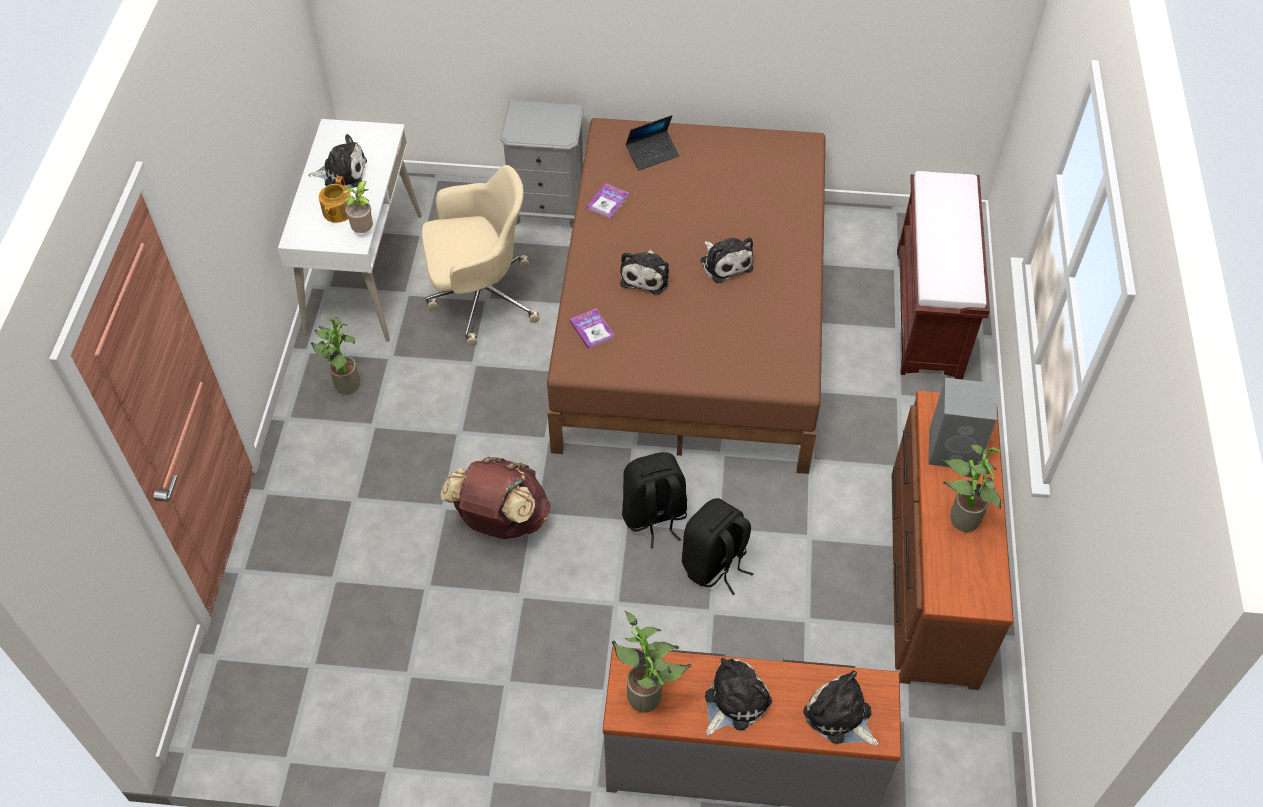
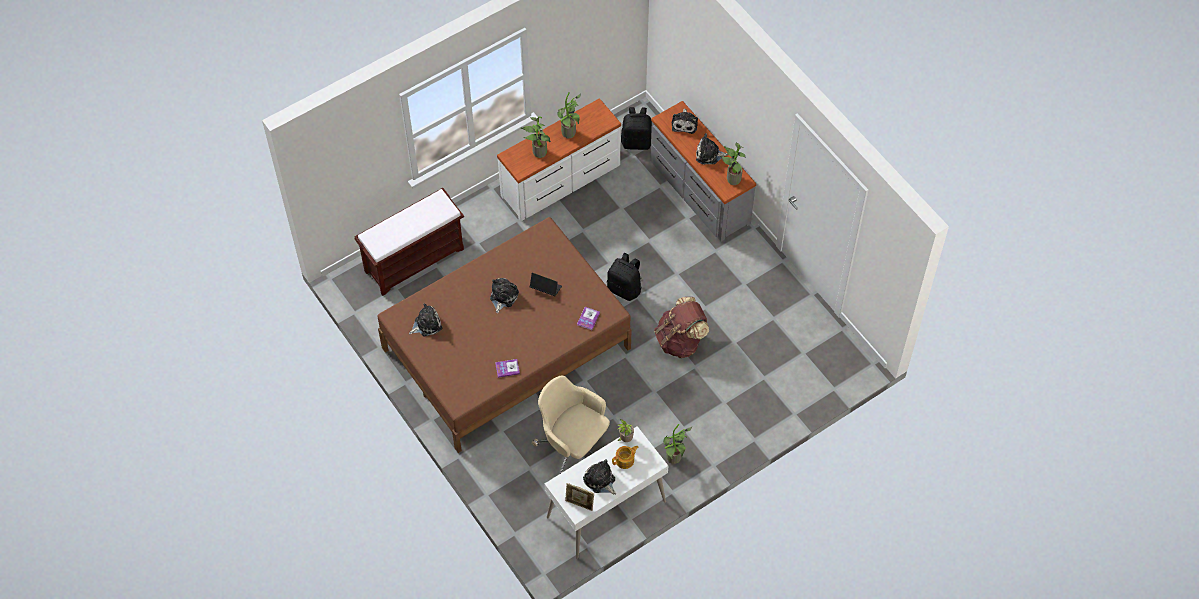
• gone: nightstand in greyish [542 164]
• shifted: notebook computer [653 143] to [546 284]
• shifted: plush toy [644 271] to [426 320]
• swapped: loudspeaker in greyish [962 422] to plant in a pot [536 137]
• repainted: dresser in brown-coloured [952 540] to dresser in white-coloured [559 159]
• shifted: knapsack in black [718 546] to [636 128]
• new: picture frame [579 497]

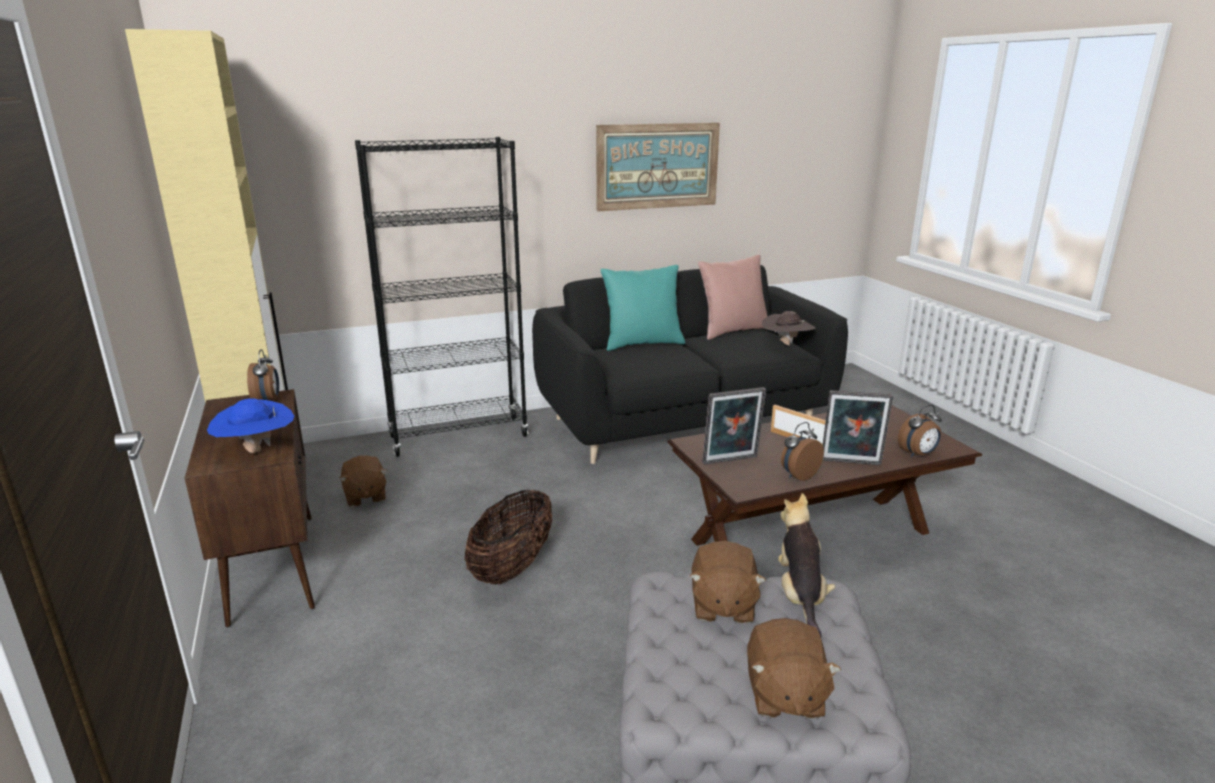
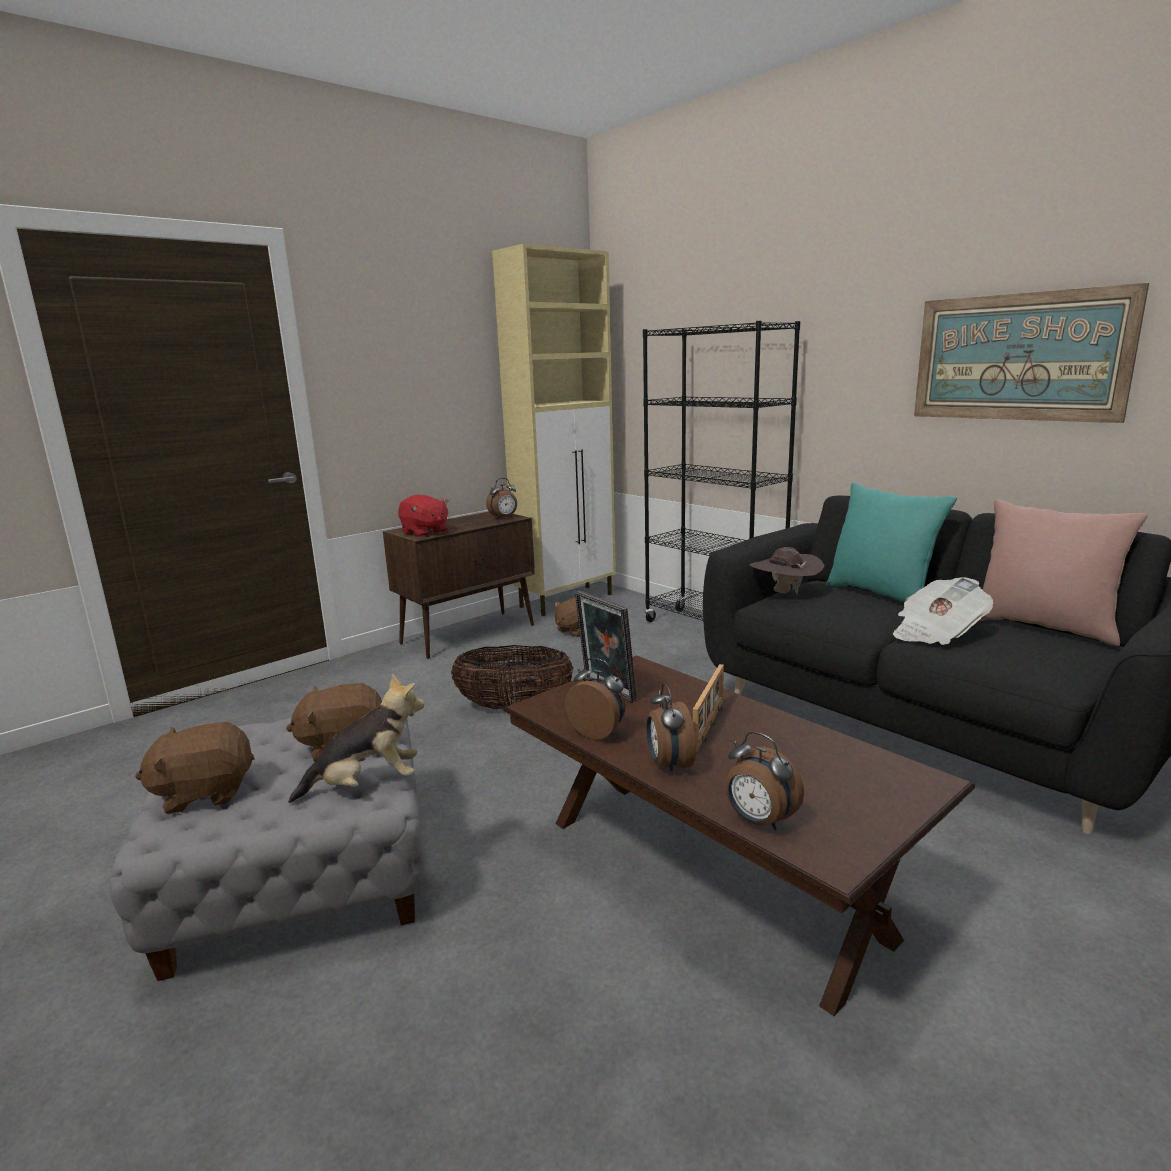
• shifted: clothing hat in brown-coloured [789 328] to [787 570]
• swapped: picture frame [858 427] to bedside clock [671 728]
• swapped: clothing hat in bluish [251 425] to plush toy in red-coloured [423 516]
• new: newspaper [943 611]

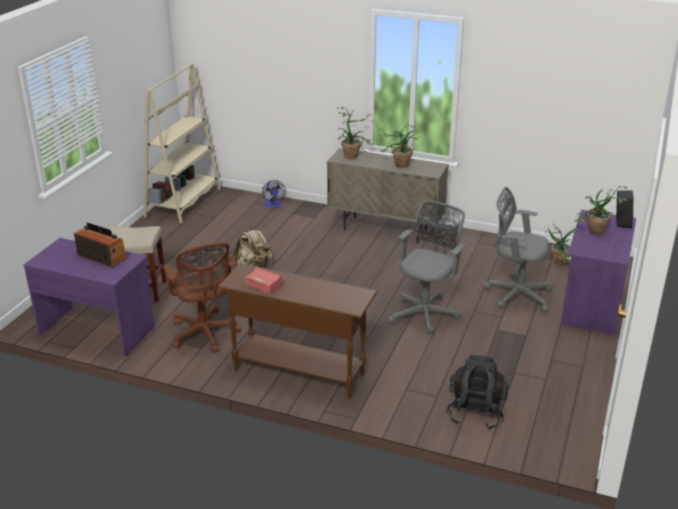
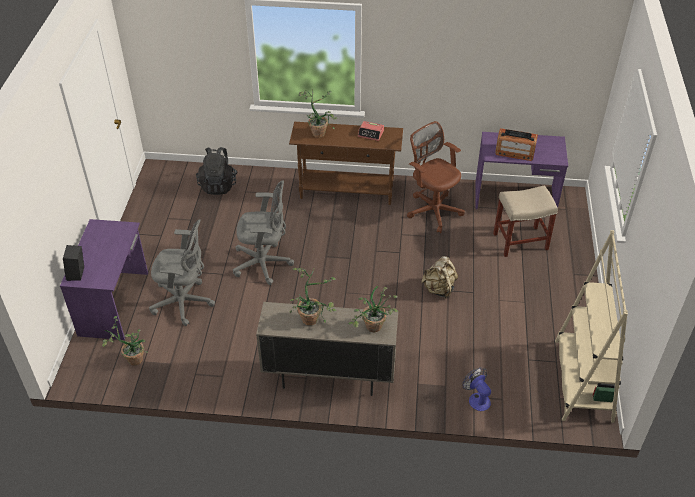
• shifted: plant in a pot [601 210] to [318 113]
• rotated: office chair in greyish [427 267] = [263 232] 105 degrees counterclockwise

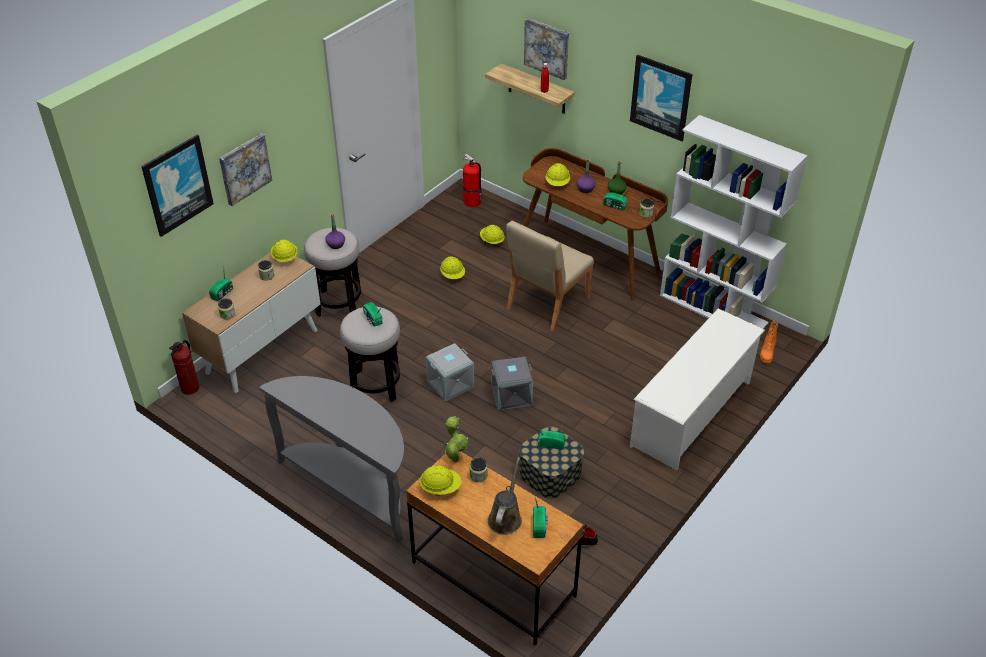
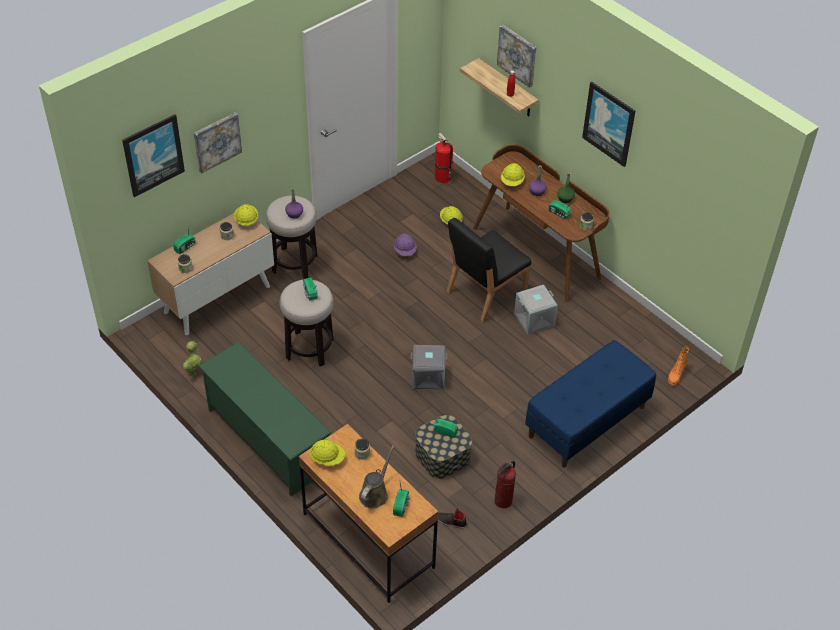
• gone: bookshelf in white-coloured [733 222]
• repainted: chair in beige [550 276] to chair in black [488 270]
• repainted: safety helmet in yellow-coloured [452 267] to safety helmet in purple-coloured [405 244]
• swapped: shoe shelf in white-coloured [697 389] to long seat in bluish [590 404]
• shifted: extinguisher [184 367] to [505 484]
• shifted: storage container in greyish [450 372] to [536 310]
• swapped: narrow table in greyish [331 460] to shoe shelf in greenish [265 419]
• shifted: plant in a pot [457 439] to [192 358]

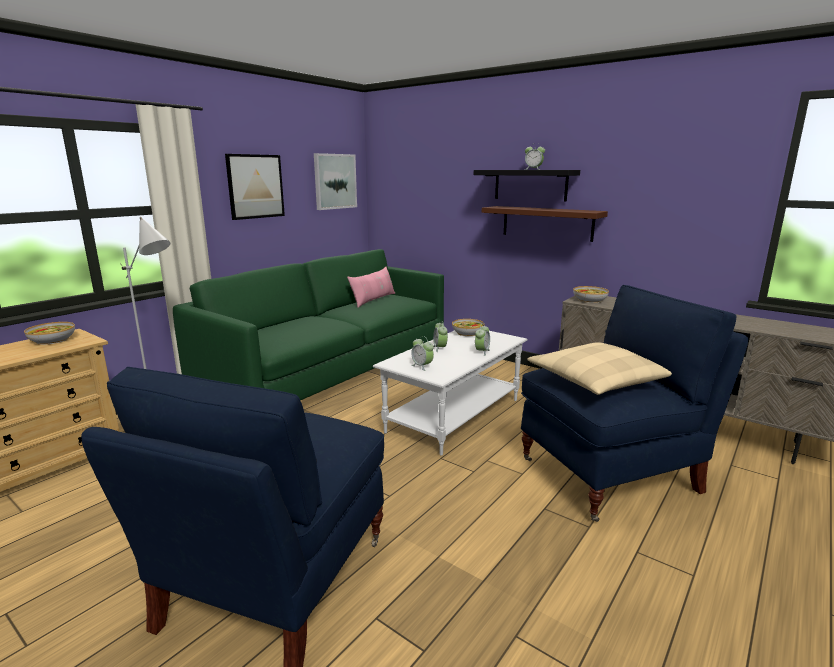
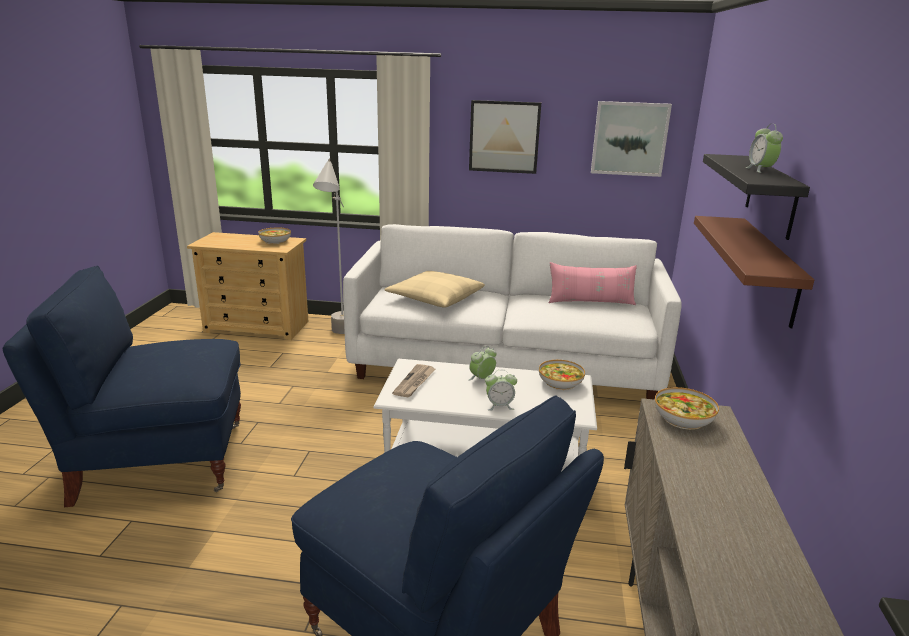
• repainted: couch in greenish [308 324] to couch in white-coloured [512 312]
• swapped: bedside clock [422 353] to newspaper [413 380]
• shifted: pillow in beige [599 368] to [435 289]

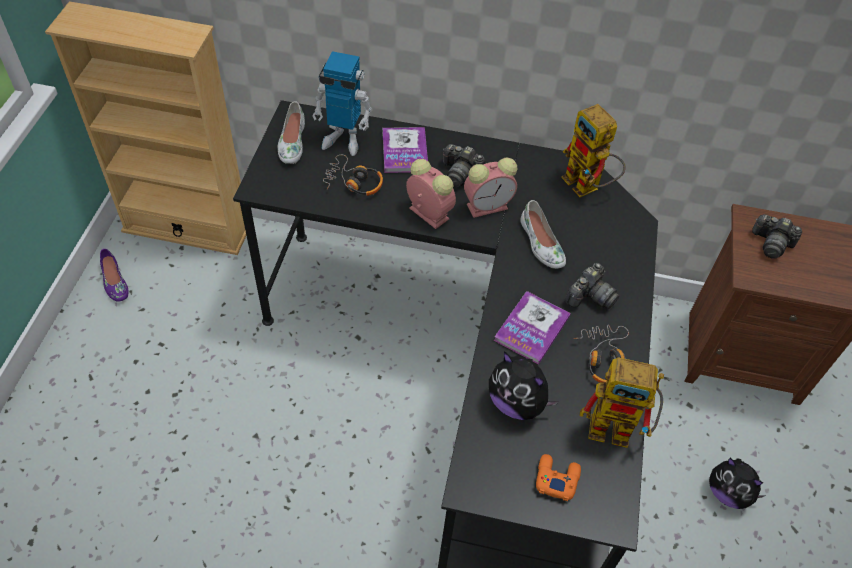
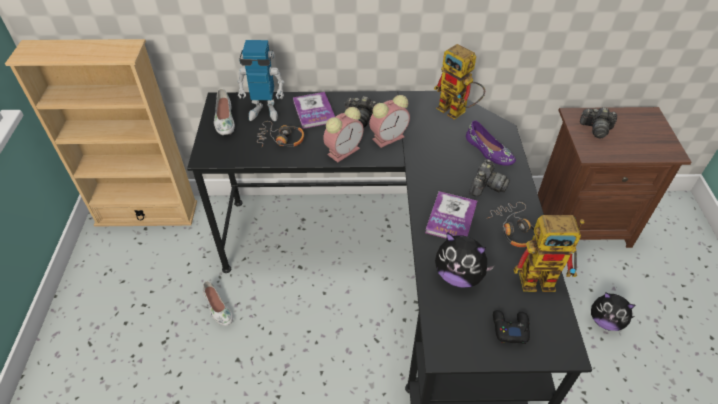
• rotated: bedside clock [431 194] = [343 135] 105 degrees clockwise
• shifted: item of footwear in white-coloured [543 234] to [218 303]
• shifted: item of footwear in purple-coloured [114 275] to [491 143]
• repainted: gamepad in orange [558 477] to gamepad in black [511 327]

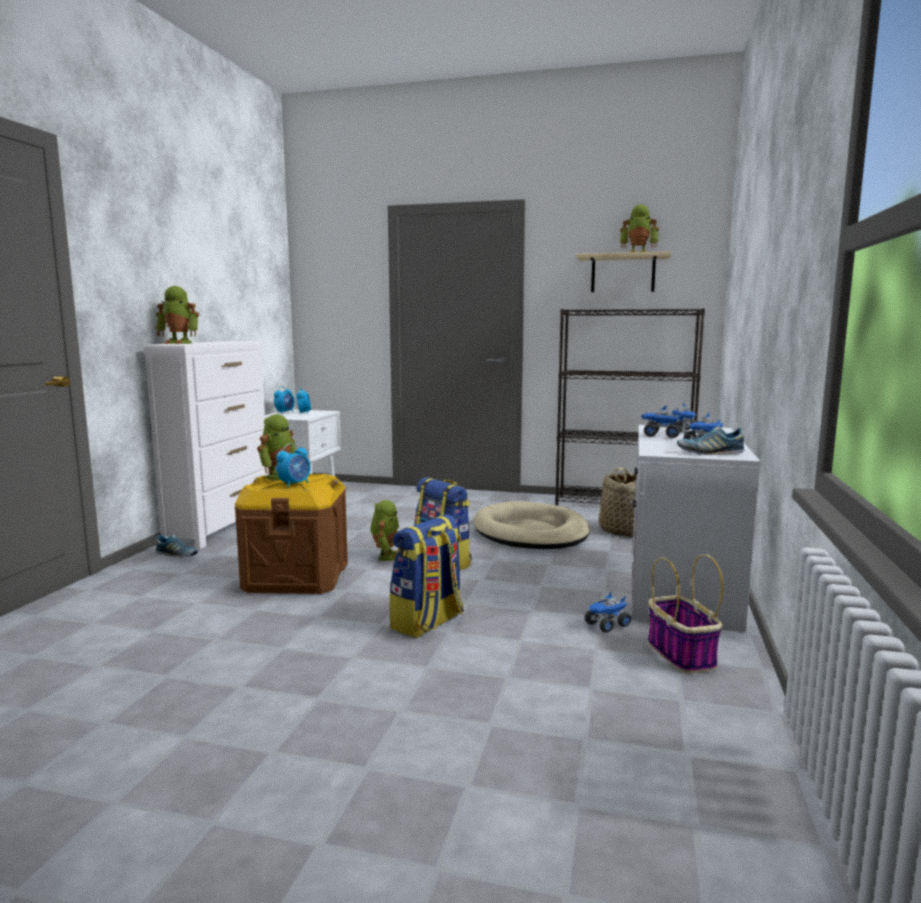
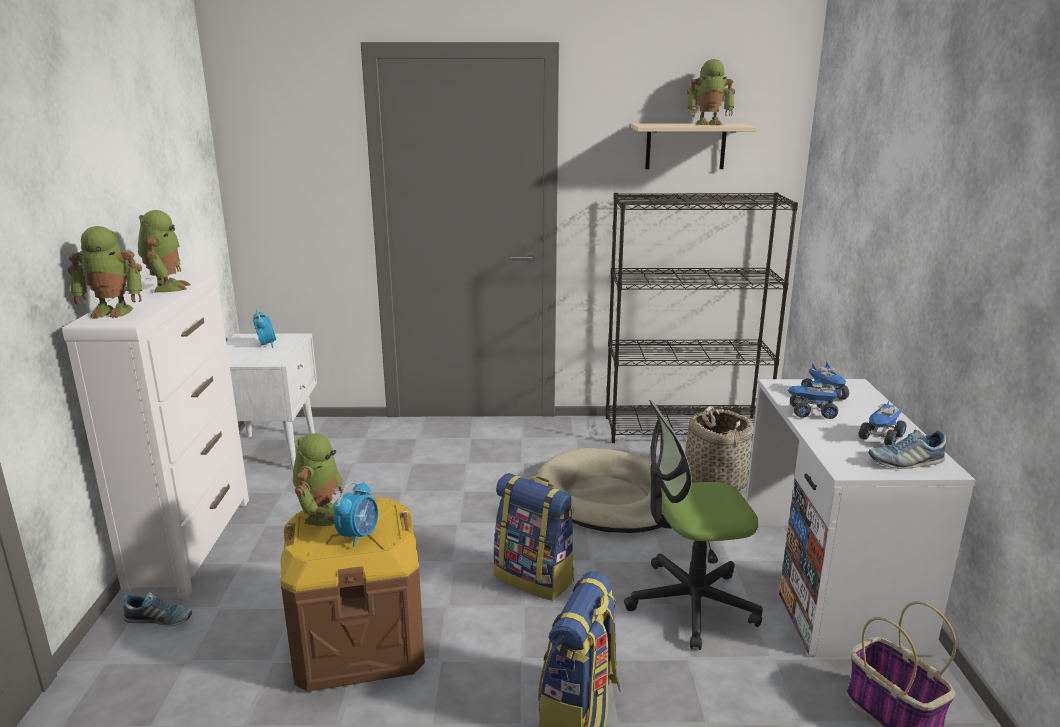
• gone: bedside clock [284 400]
• shifted: model robot [384 530] to [164 251]
• gone: model truck [608 612]
• new: office chair [693 525]

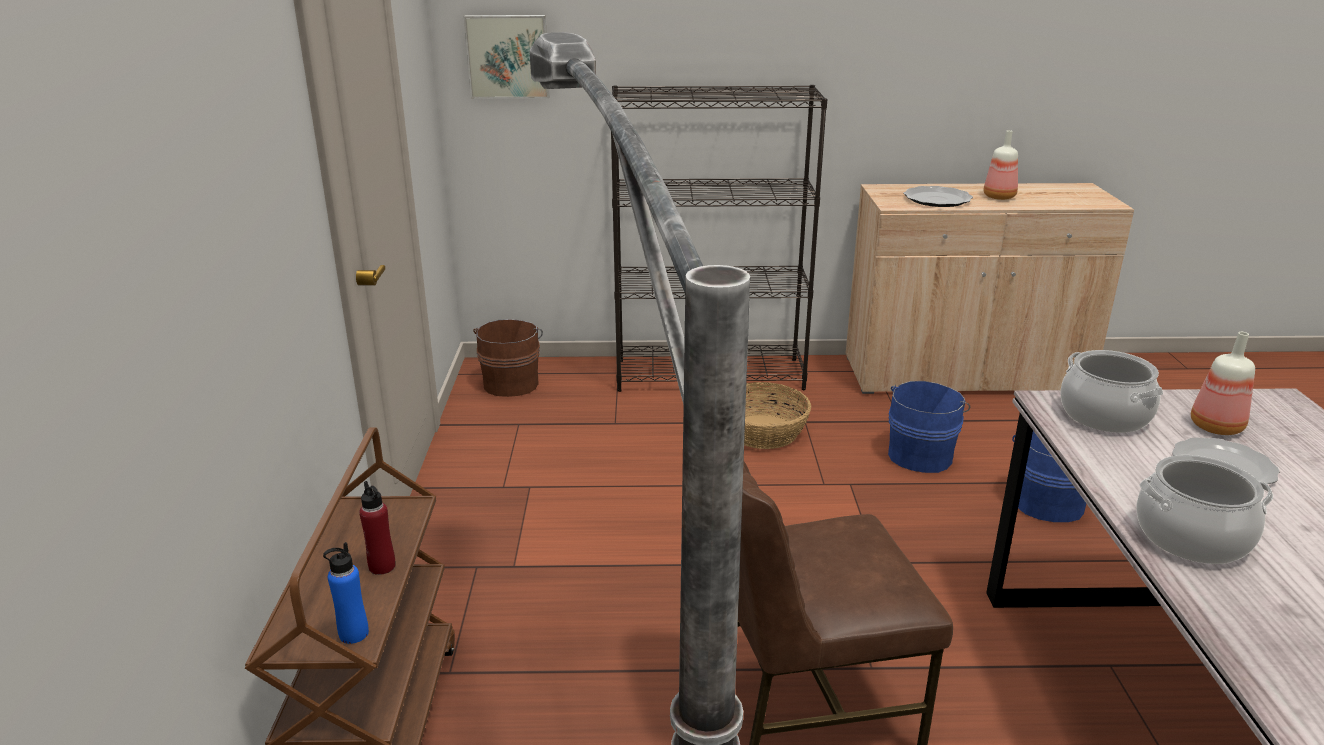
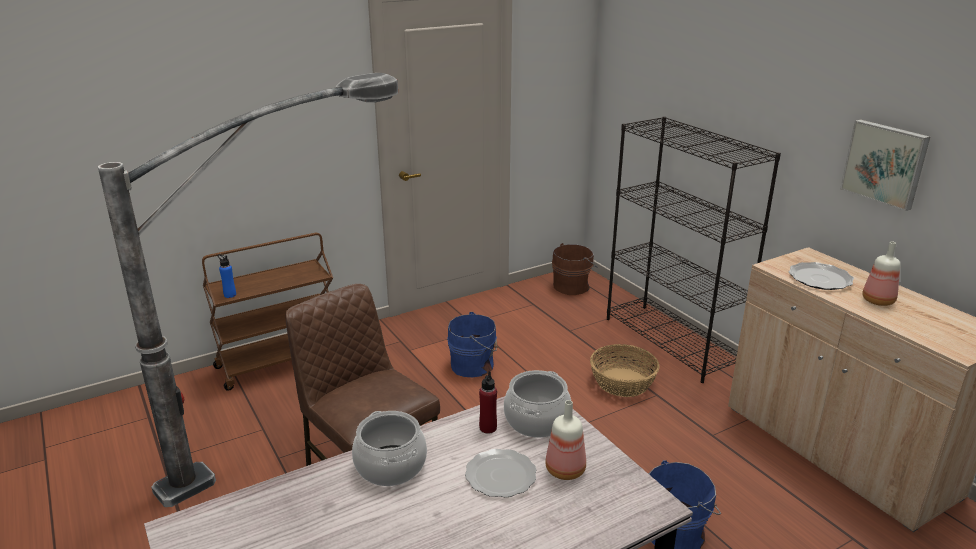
• shifted: wall picture [507 57] to [885 165]
• shifted: pail in bluish [929 427] to [472 344]
• shifted: bottle in red-coloured [377 528] to [488 402]

